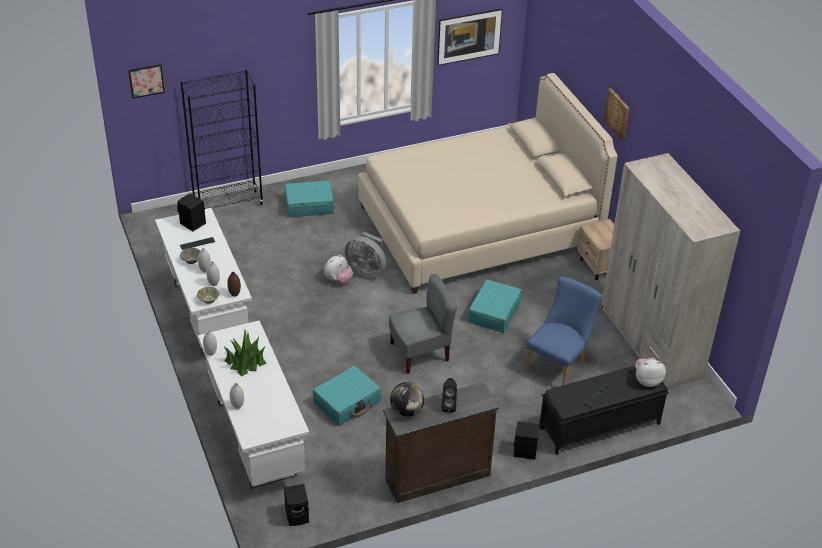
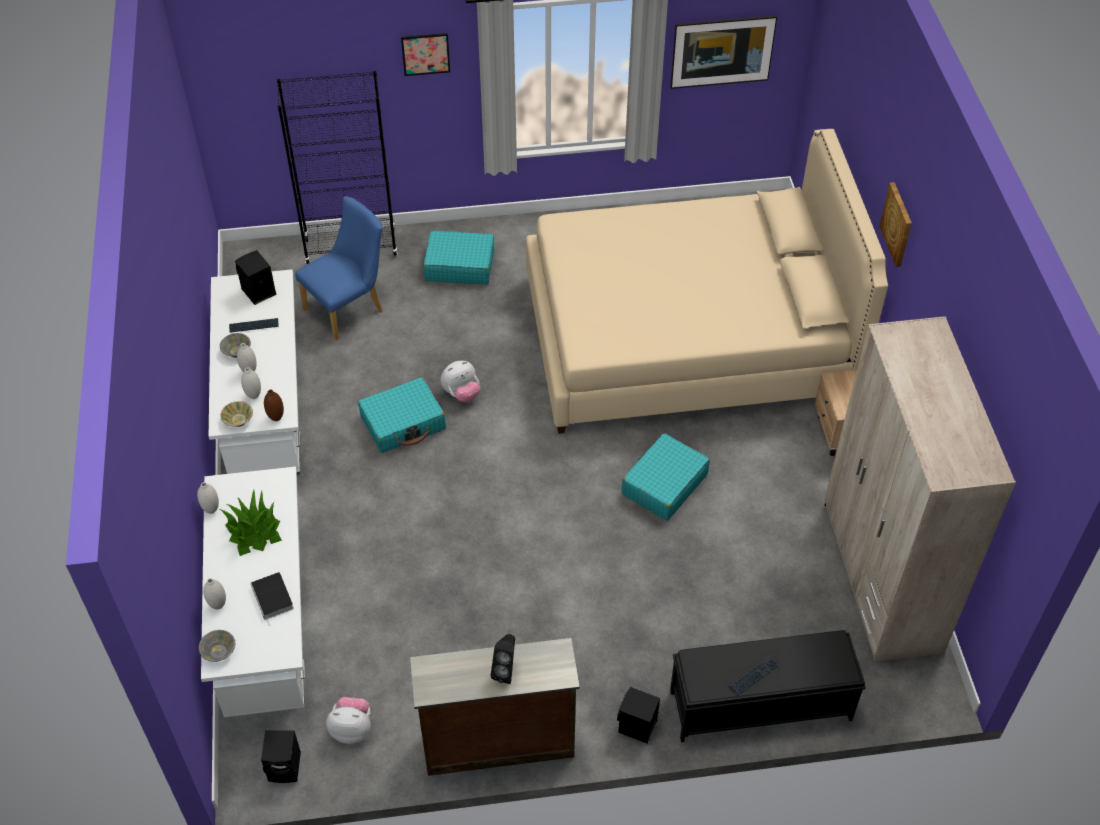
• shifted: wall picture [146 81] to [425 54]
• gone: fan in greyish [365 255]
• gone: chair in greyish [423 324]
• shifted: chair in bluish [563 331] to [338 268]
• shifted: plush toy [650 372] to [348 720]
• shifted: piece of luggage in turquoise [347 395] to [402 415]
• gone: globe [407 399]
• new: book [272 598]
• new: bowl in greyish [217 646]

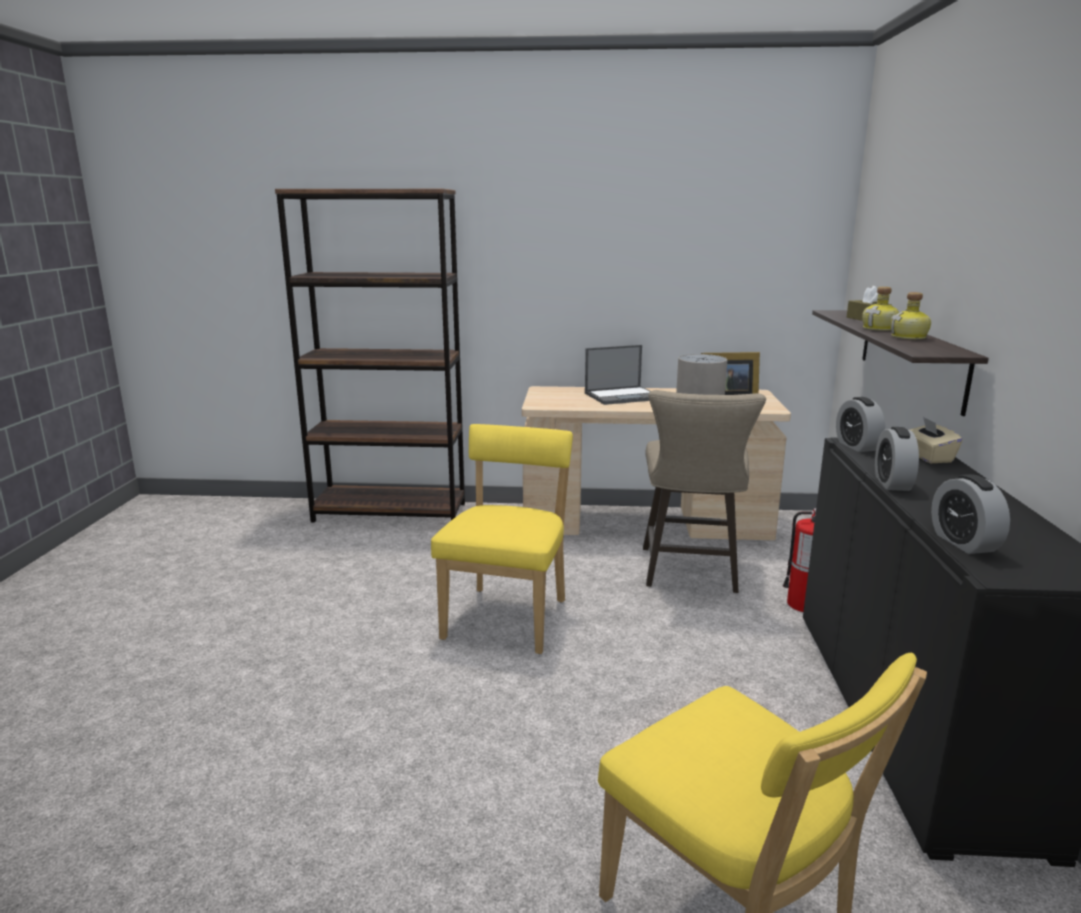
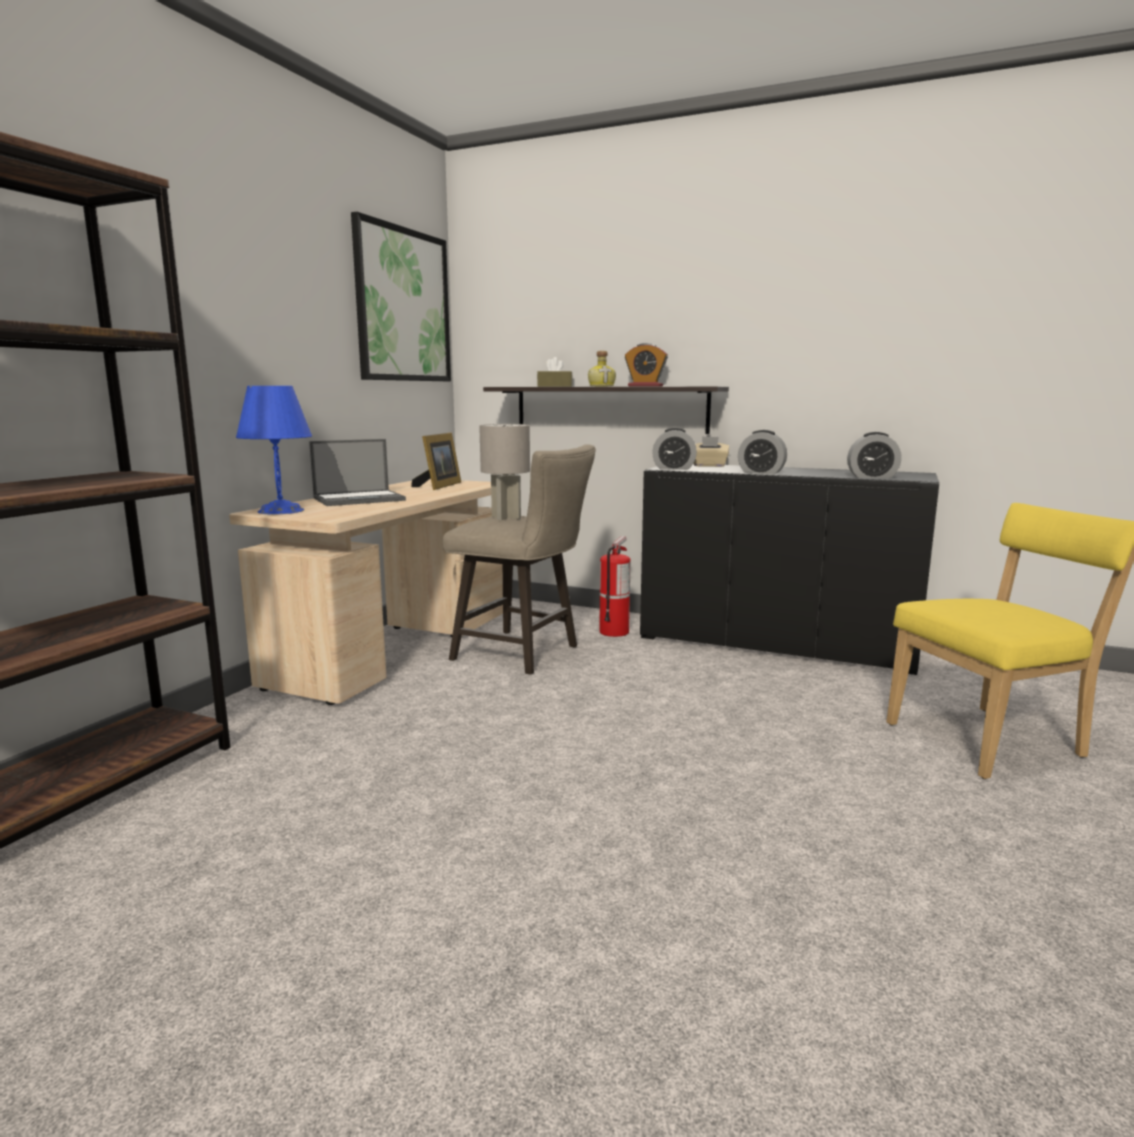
• swapped: bottle [911 315] to bedside clock [646 364]
• rotated: notebook computer [618 375] = [357 472] 60 degrees clockwise
• gone: chair in yellow-coloured [502 539]
• new: wall picture [401 296]
• new: table lamp in bluish [274 450]

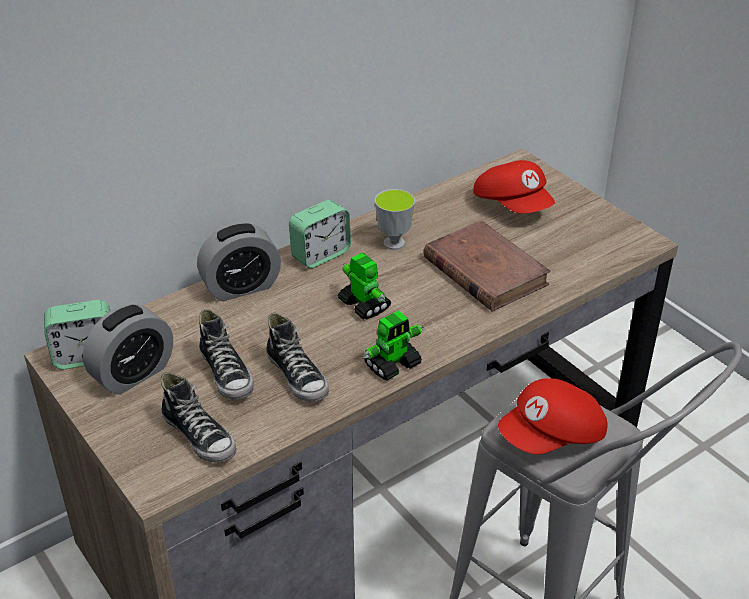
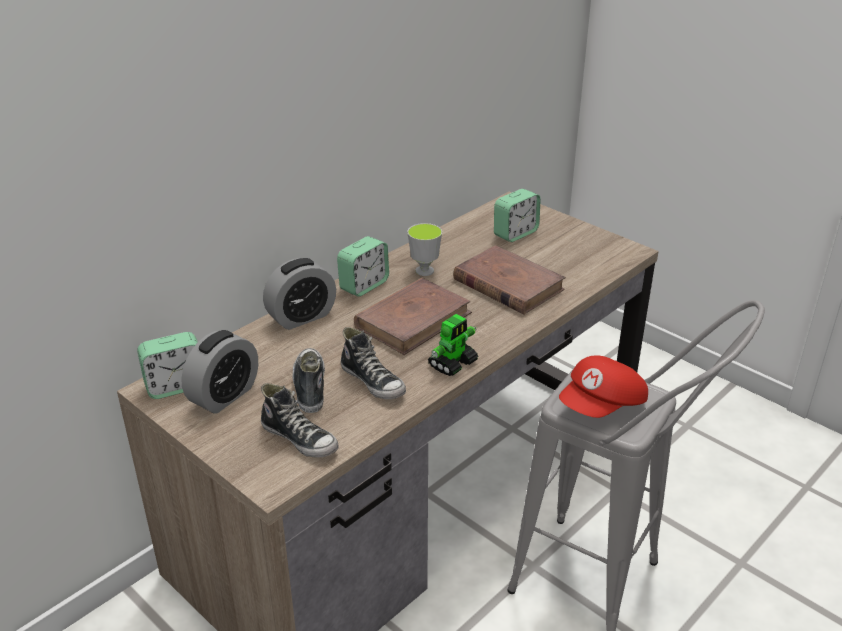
• swapped: baseball cap in red-coloured [514 187] to bedside clock [517 215]
• swapped: model robot [364 286] to book in brown-coloured [413 316]
• rotated: item of footwear [226 354] = [308 380] 150 degrees counterclockwise

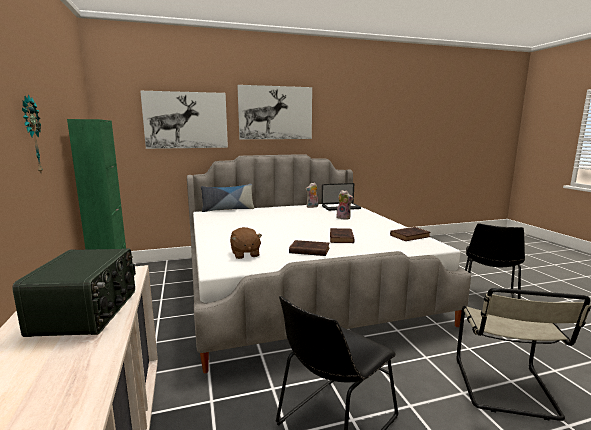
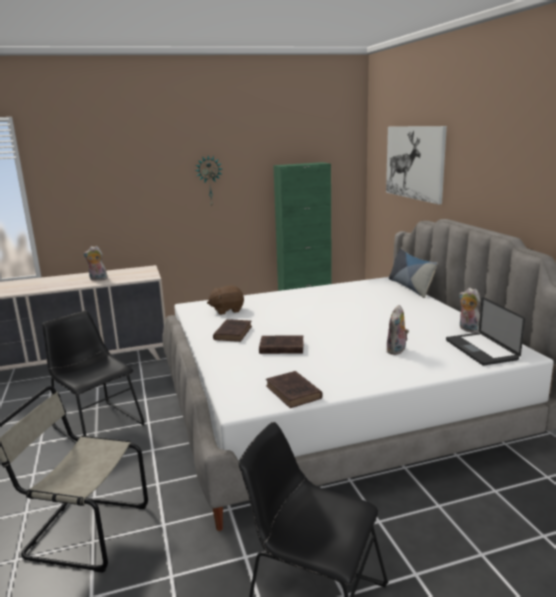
• gone: wall picture [274 112]
• swapped: radio set [74 292] to plush toy [95 263]

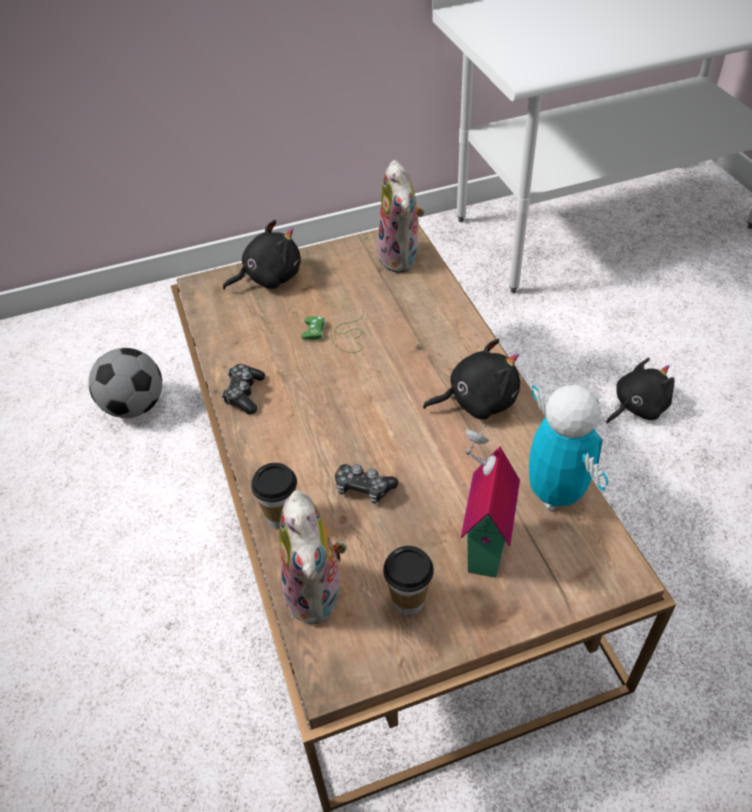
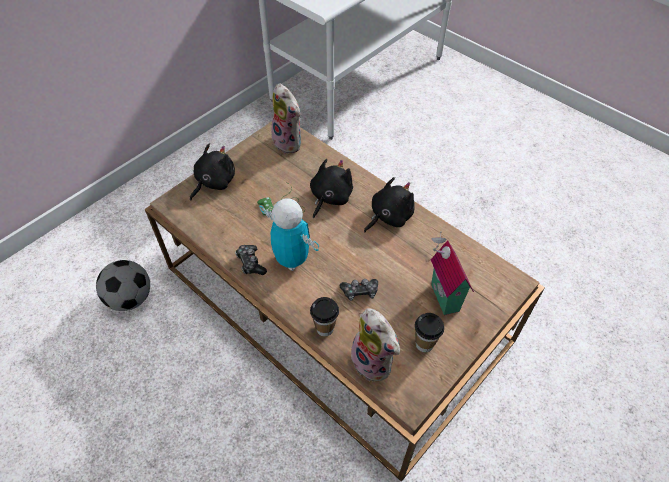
• shifted: plush toy in black [640 391] to [331 188]
• shifted: model robot [568 448] to [289 234]

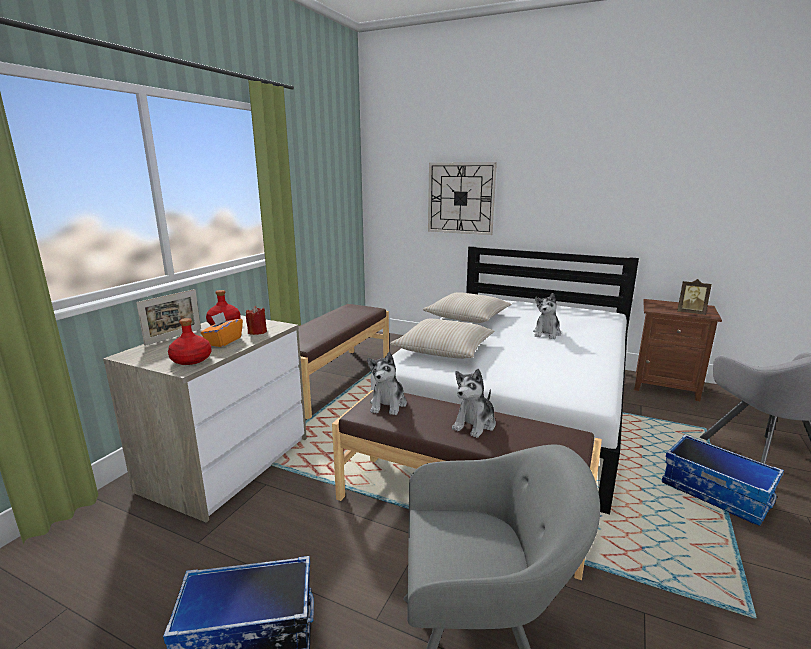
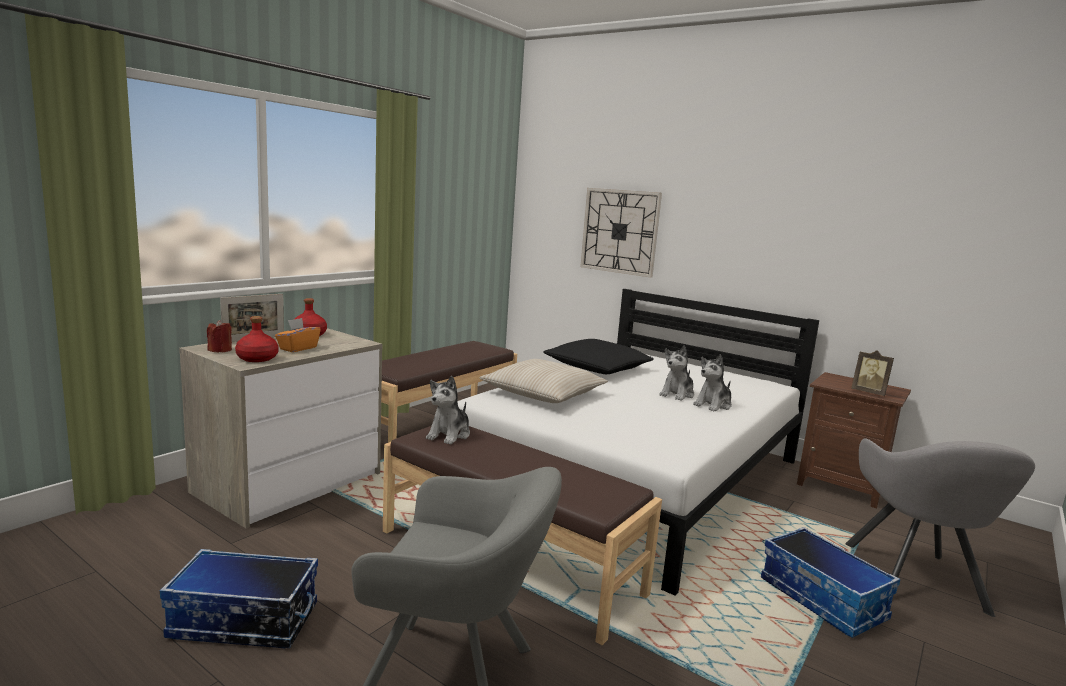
• repainted: pillow in beige [467 307] to pillow in black [598 356]
• shifted: wax candle in red-coloured [256 320] to [219 336]
• shifted: plush toy [474 403] to [712 383]

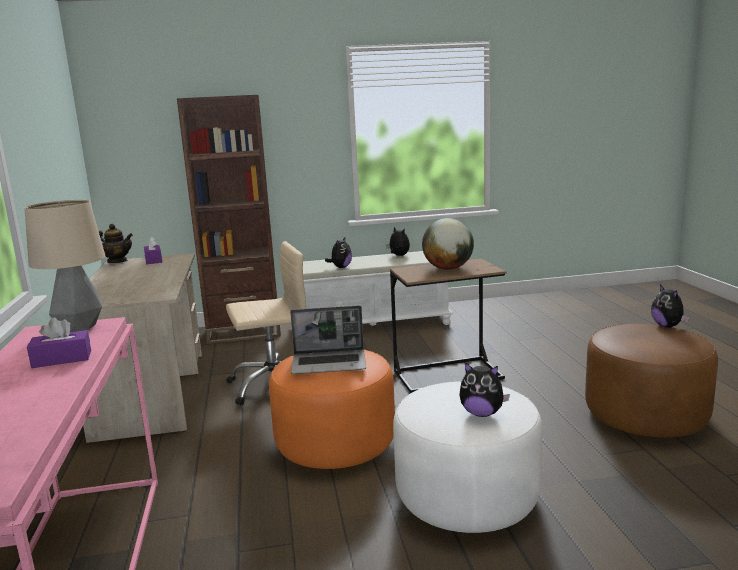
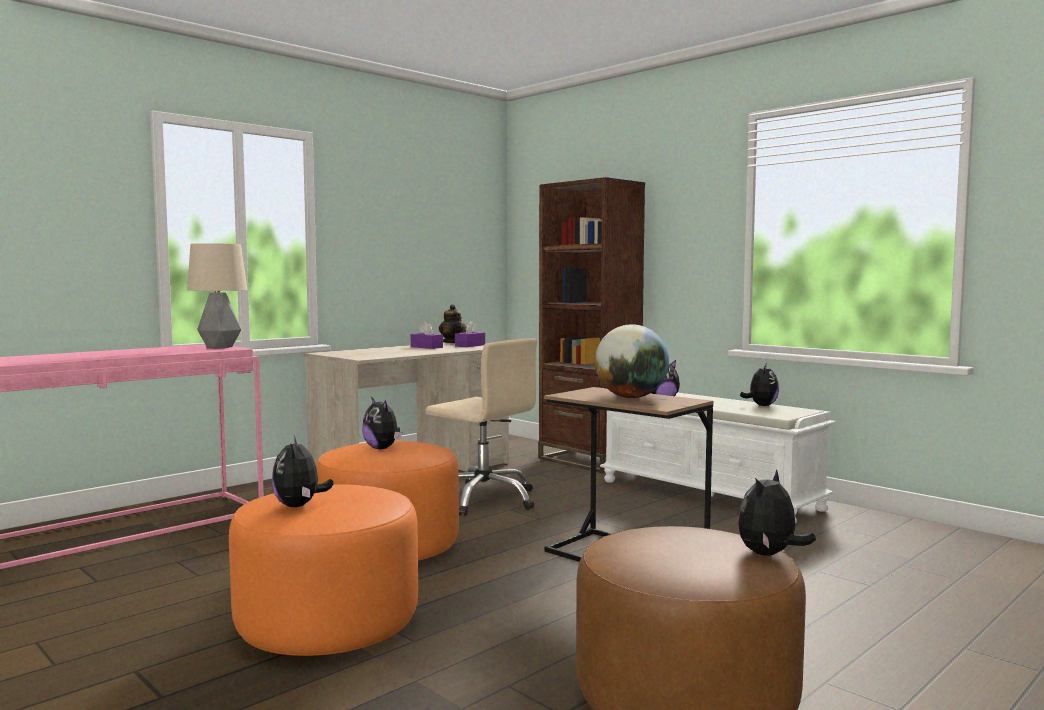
• swapped: notebook computer [328 339] to plush toy [382 422]
• shifted: tissue holder in purple-coloured [59 342] to [427 335]
• repainted: ottoman in white-coloured [468 457] to ottoman in orange [323 570]

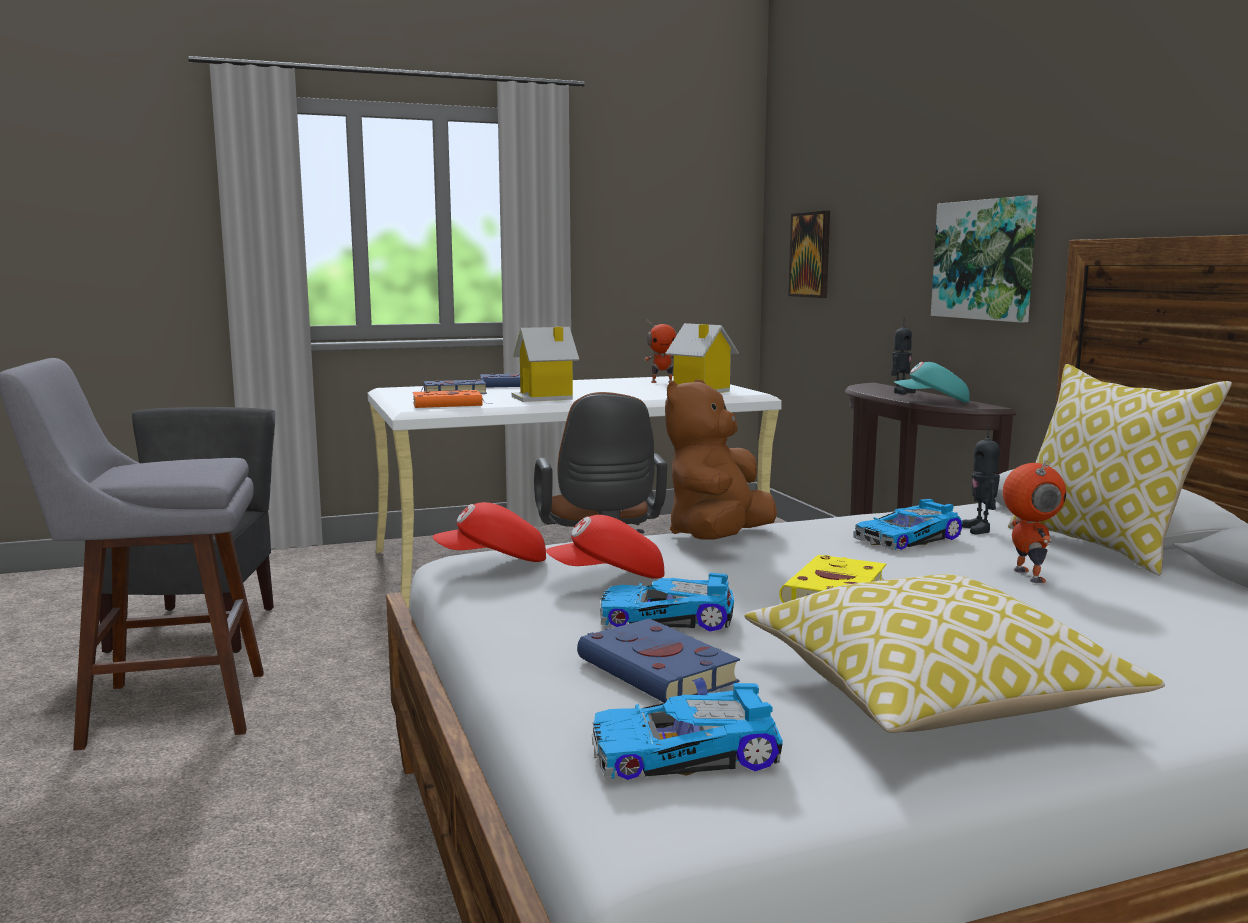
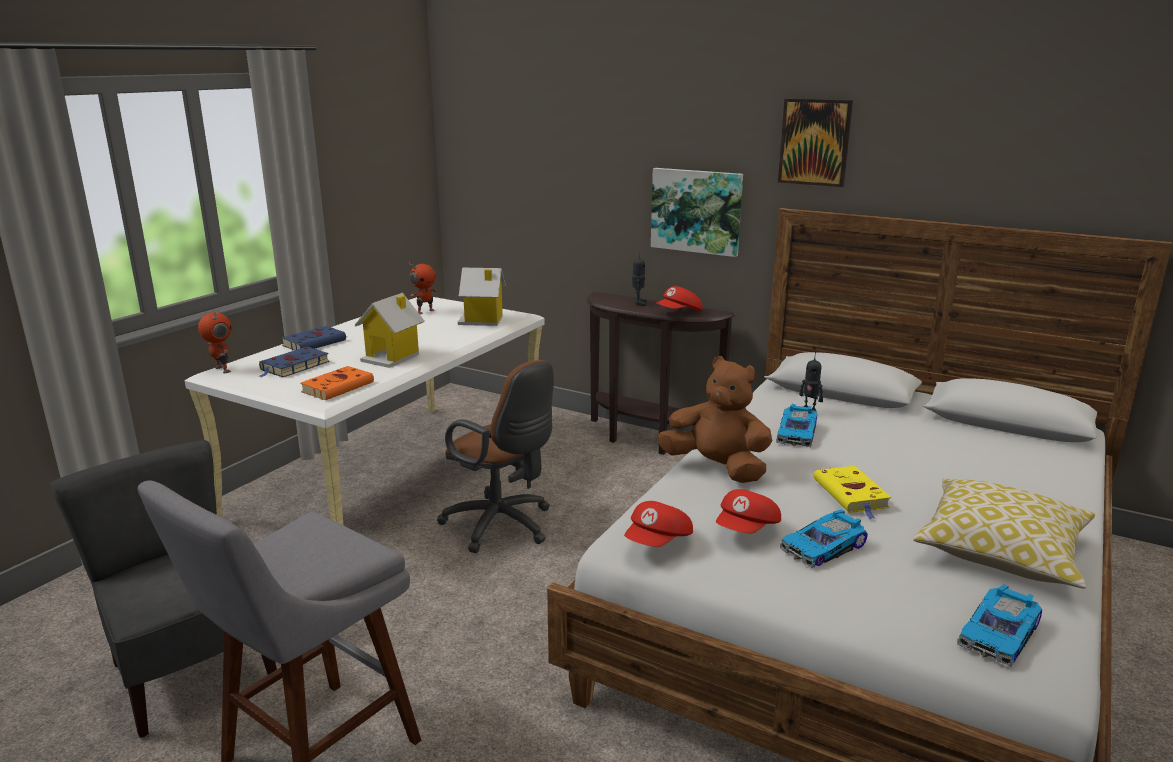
• shifted: wall picture [809 254] to [815 143]
• repainted: baseball cap in turquoise [932 382] to baseball cap in red-coloured [679 298]
• gone: pillow [1120 470]
• rotated: plush toy in brown-coloured [721 459] = [714 419] 135 degrees clockwise
• shifted: model robot [1034 521] to [215 342]
• gone: book in bluish [658 661]

